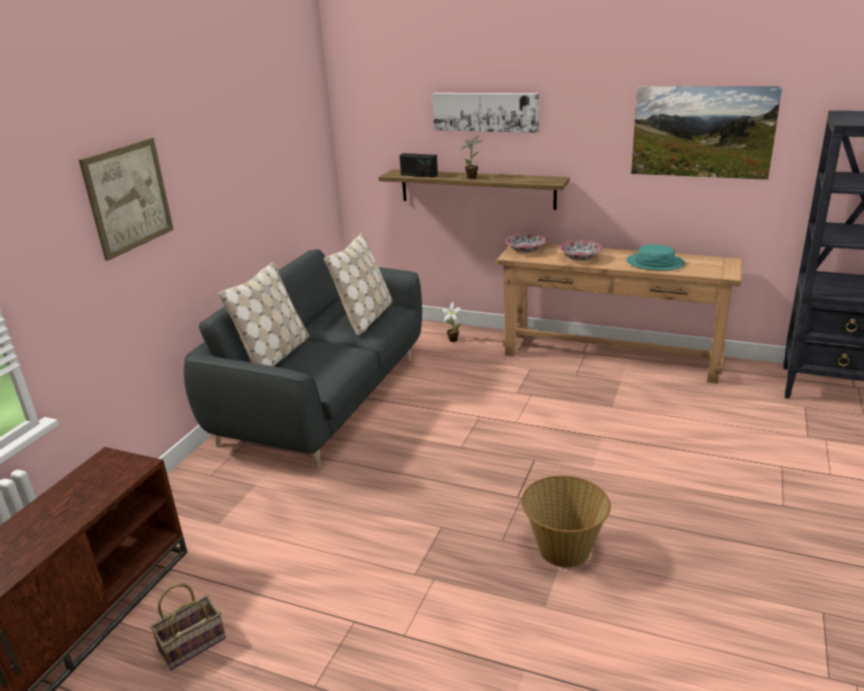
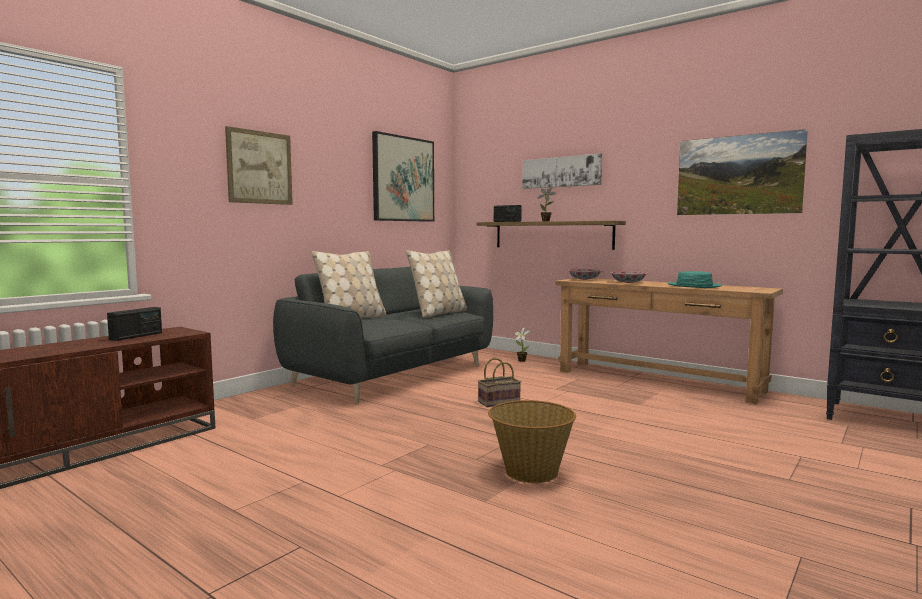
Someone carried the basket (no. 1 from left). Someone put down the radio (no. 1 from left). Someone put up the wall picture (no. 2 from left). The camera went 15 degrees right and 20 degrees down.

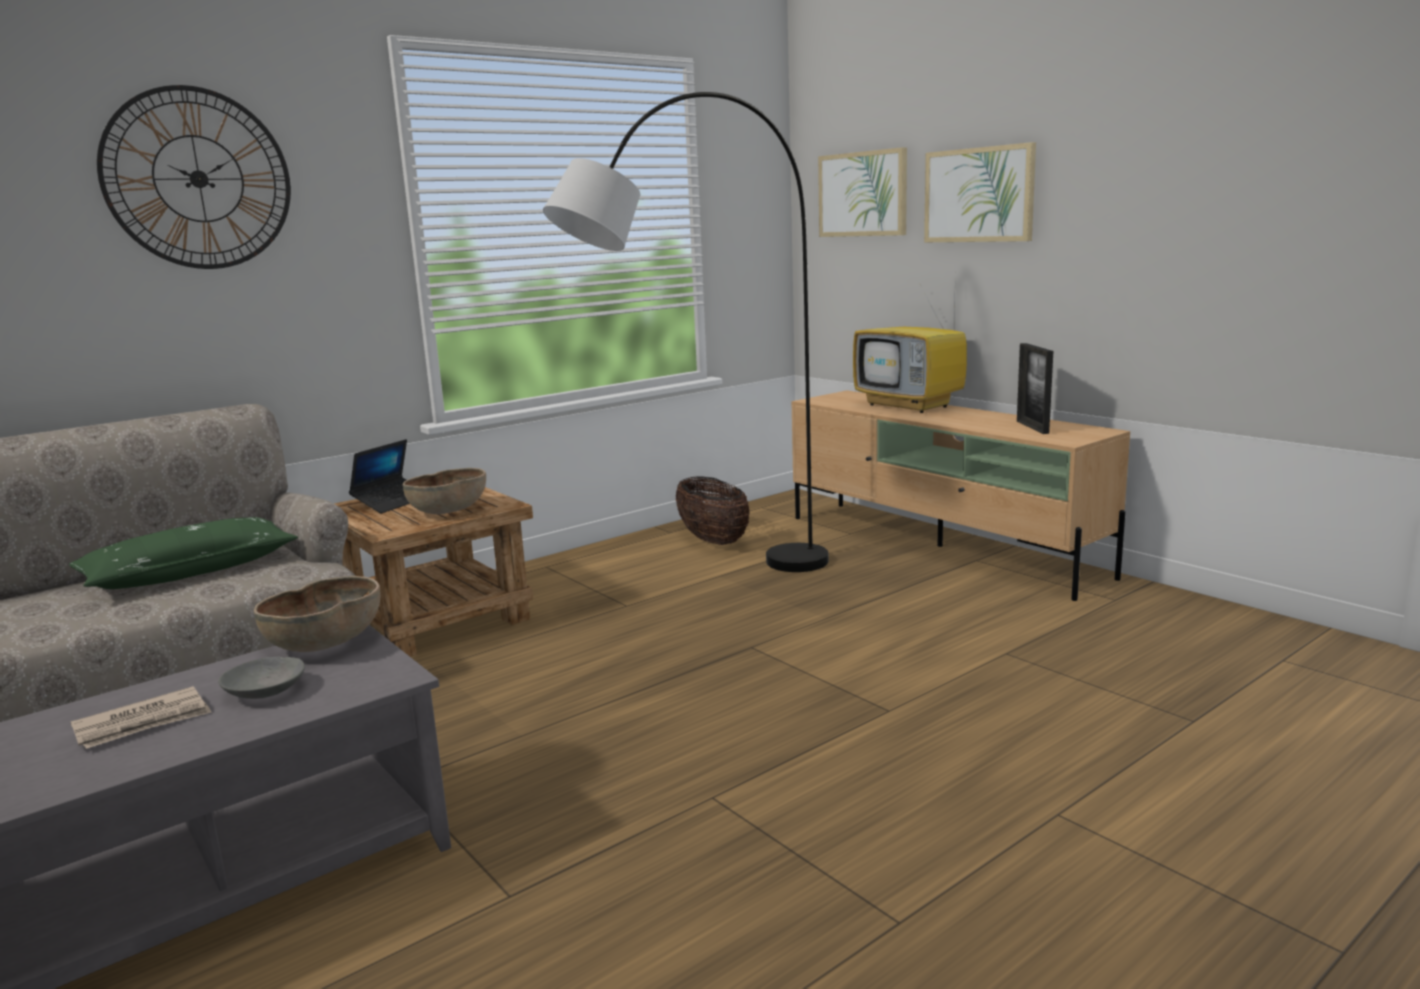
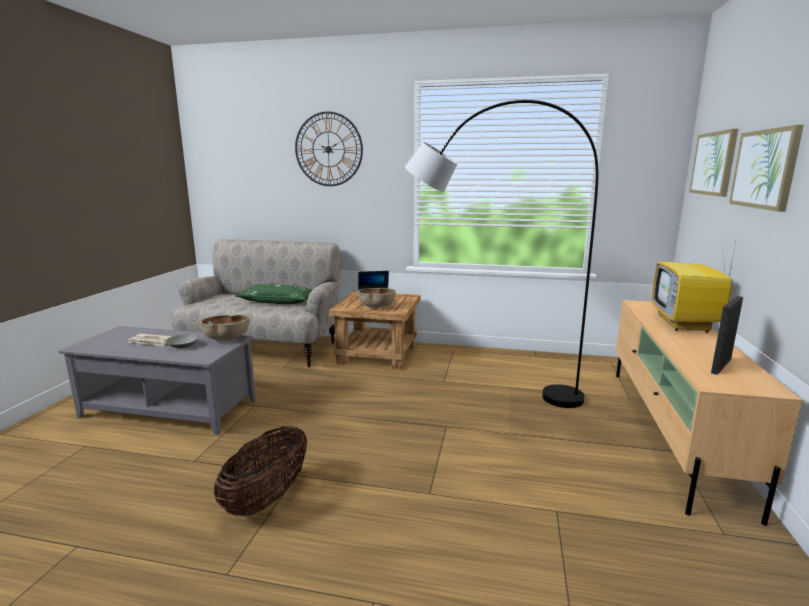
Someone carried the basket. The camera went 50 degrees right and 0 degrees up.

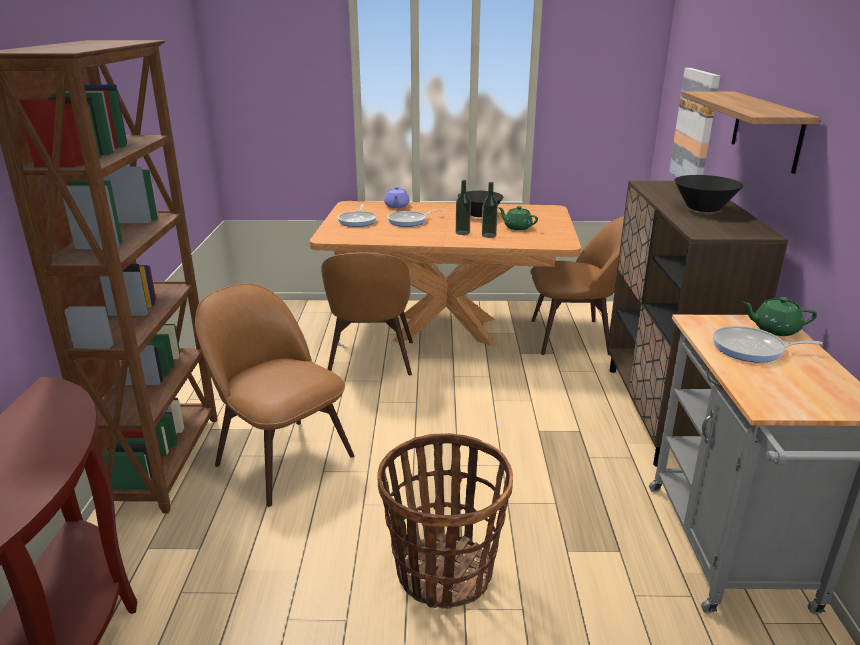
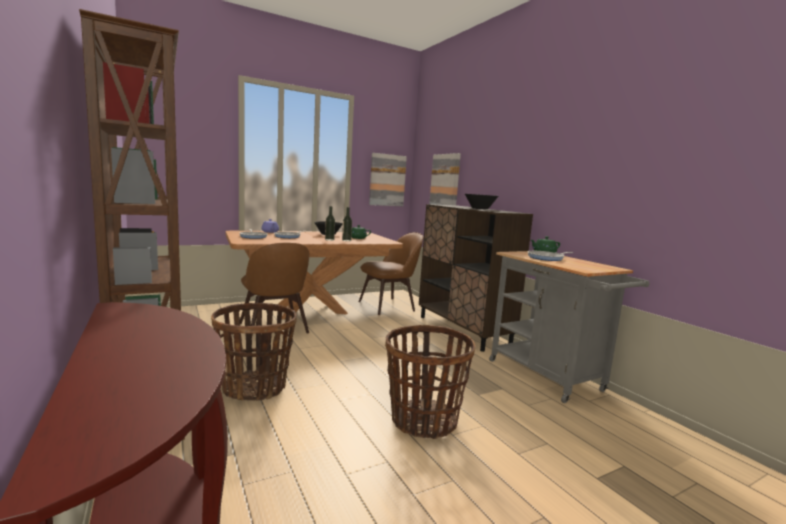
Someone swapped the brown chair (no. 1 from left) for the basket (no. 1 from left). Someone took away the wall shelf. Someone put up the wall picture (no. 1 from left). The camera went 30 degrees left and 15 degrees down.

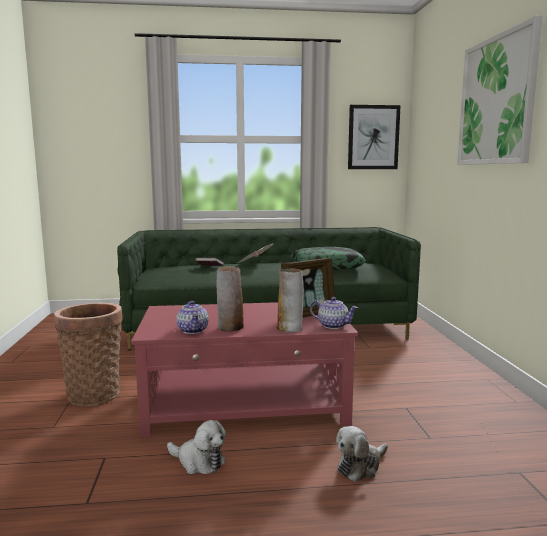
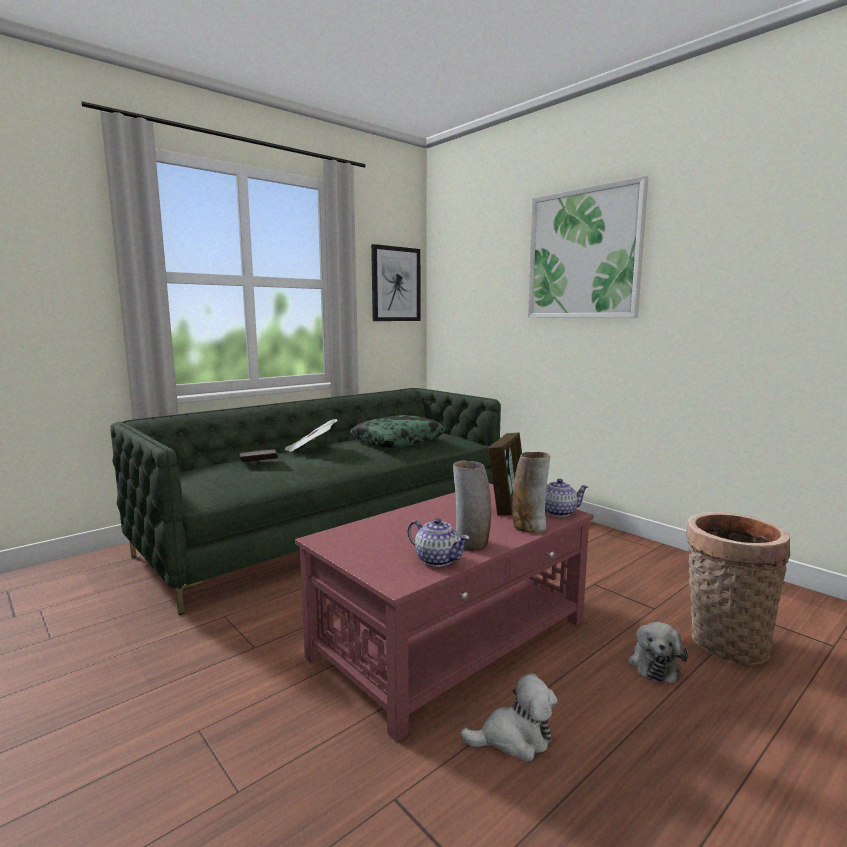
Someone carried the basket. The camera went 35 degrees left and 0 degrees up.

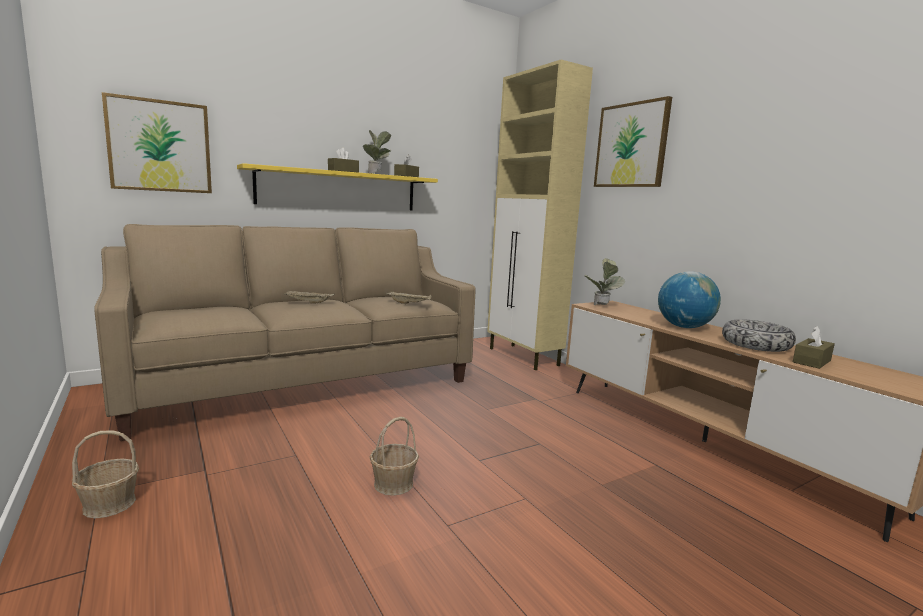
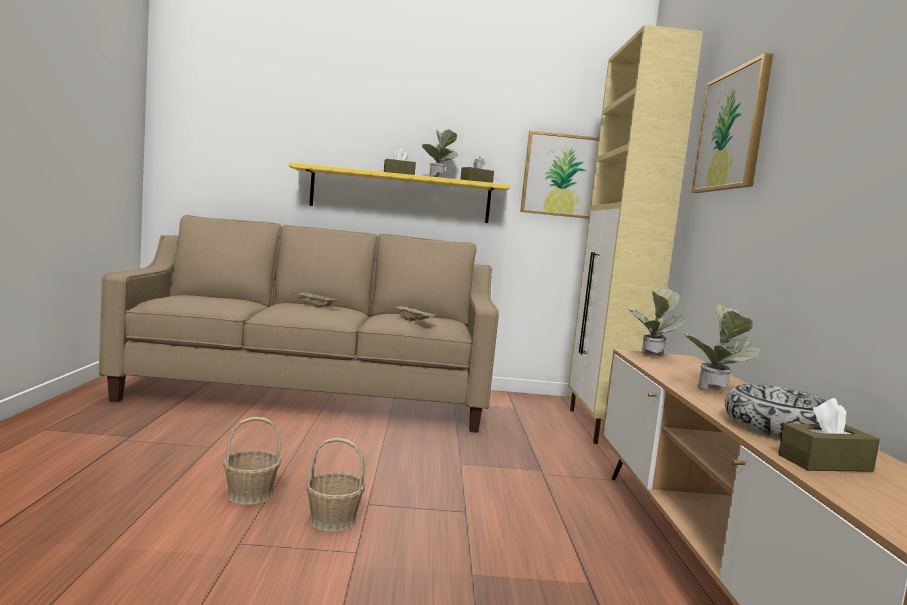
Someone carried the basket (no. 1 from left in the first image). Someone carried the wall picture (no. 1 from left). Someone swapped the desk globe for the houseplant (no. 3 from left). The camera went 30 degrees right and 5 degrees down.

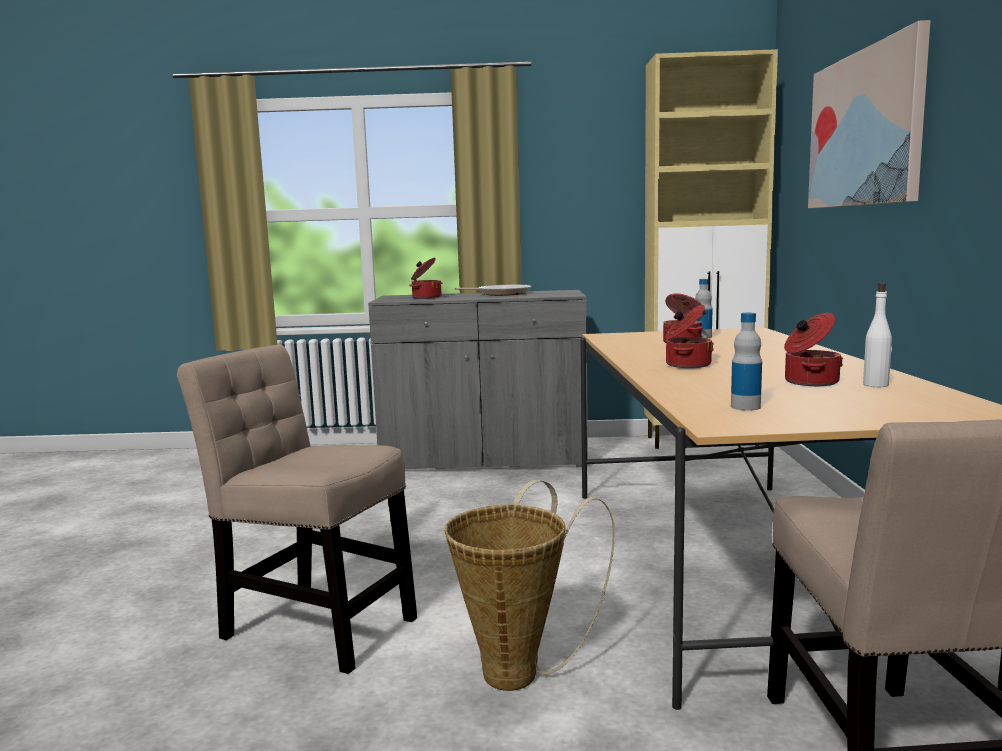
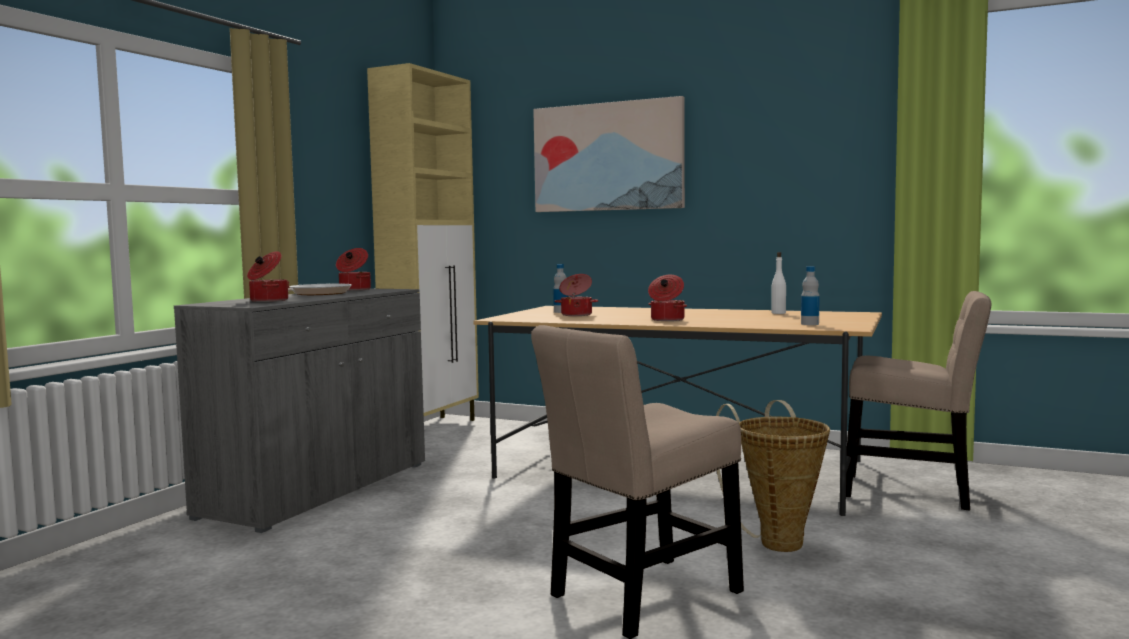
Someone carried the saucepot (no. 4 from left in the first image). The camera went 65 degrees left and 5 degrees down.

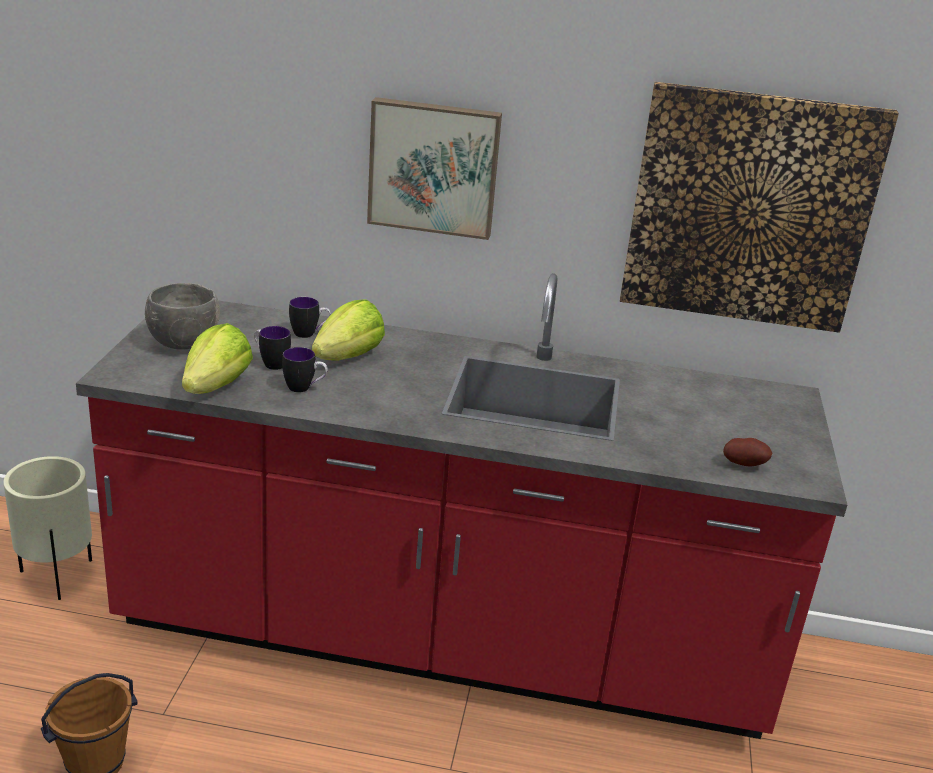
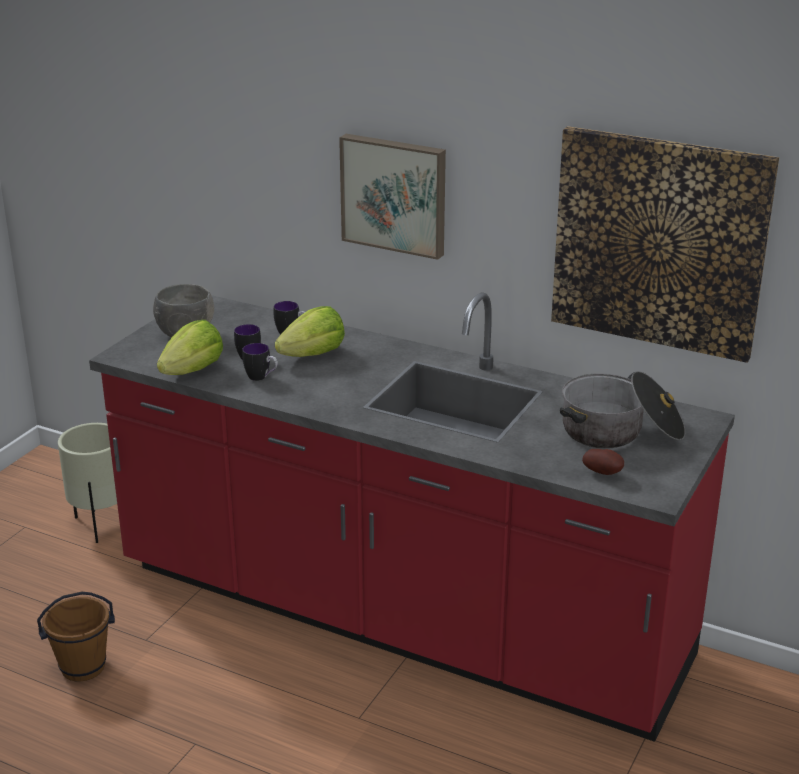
Someone put down the saucepot. The camera went 20 degrees right and 0 degrees up.

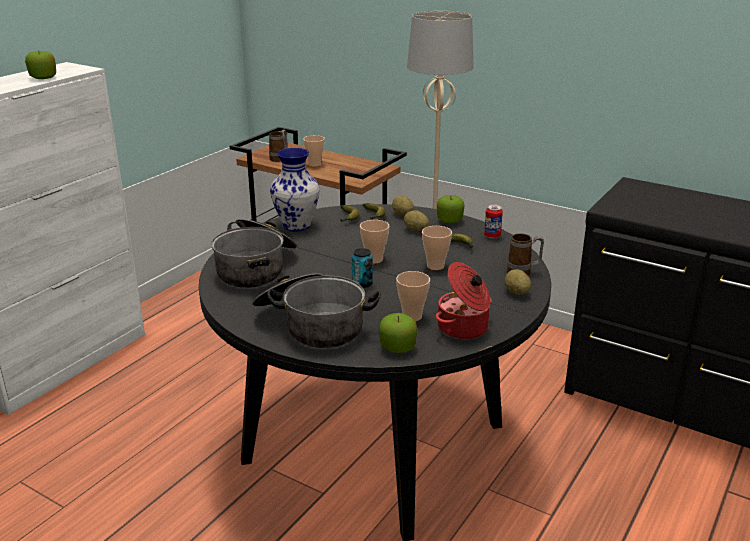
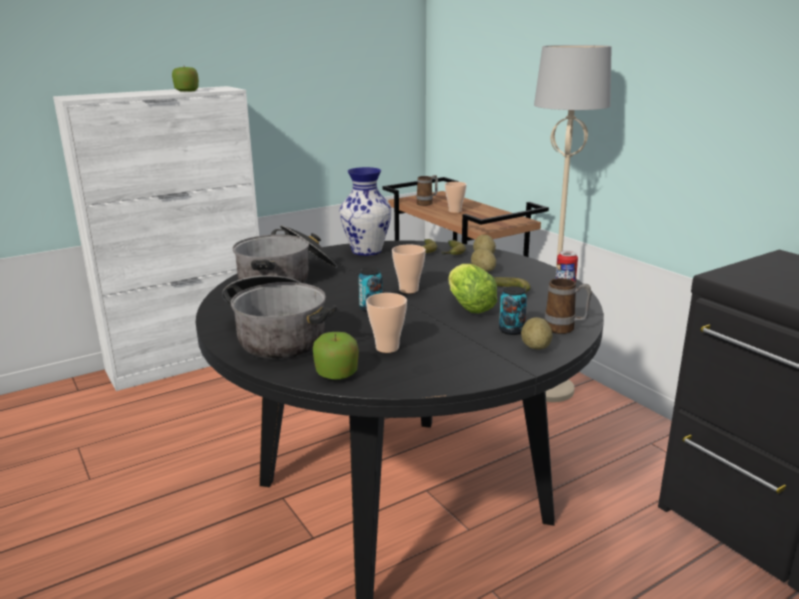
Someone swapped the cup (no. 4 from left) for the lettuce head. Someone took away the saucepot (no. 3 from left). Someone took away the whole apple (no. 3 from left). Someone put down the sealed can (no. 2 from left). The camera went 25 degrees right and 5 degrees down.

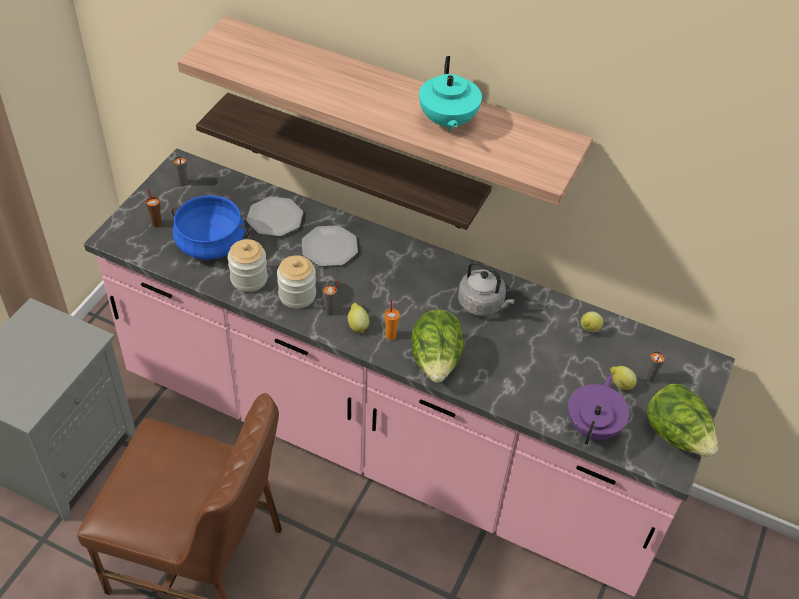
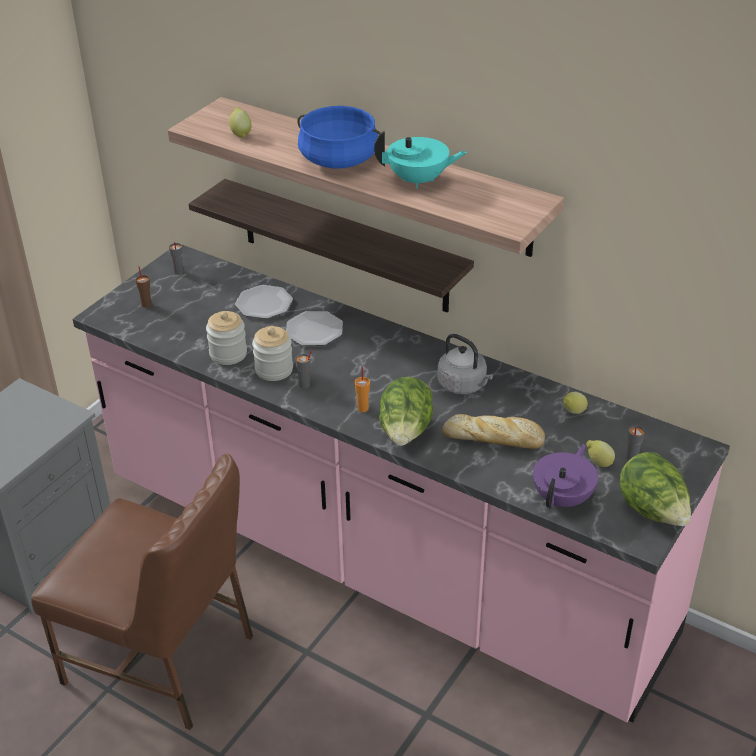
Someone carried the bluish saucepot. Someone carried the lemon (no. 1 from left). Someone rotated the turquoise pot for tea by 90 degrees counterclockwise. Someone put down the bread. The camera went 10 degrees right and 10 degrees down.

